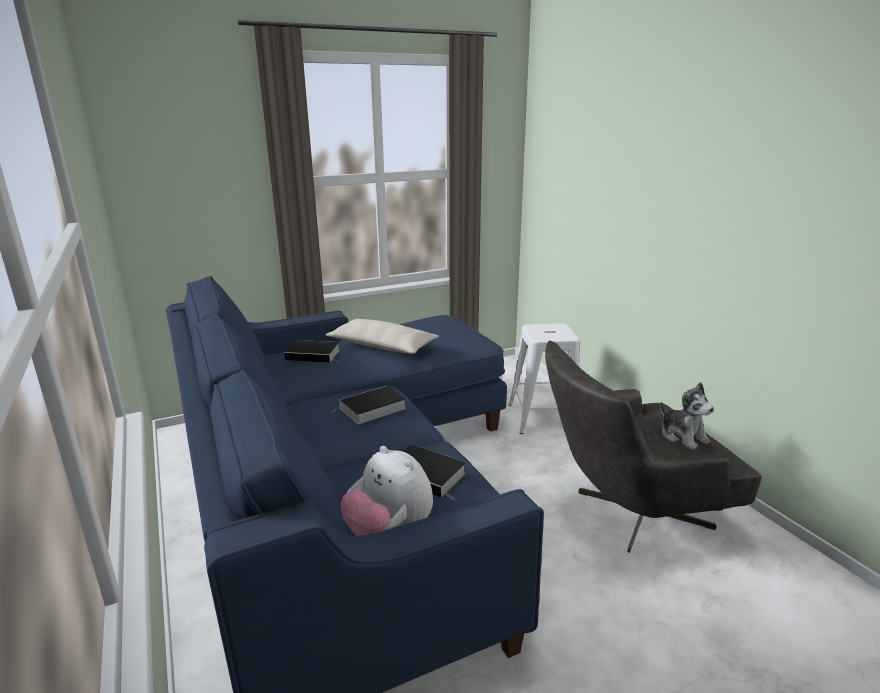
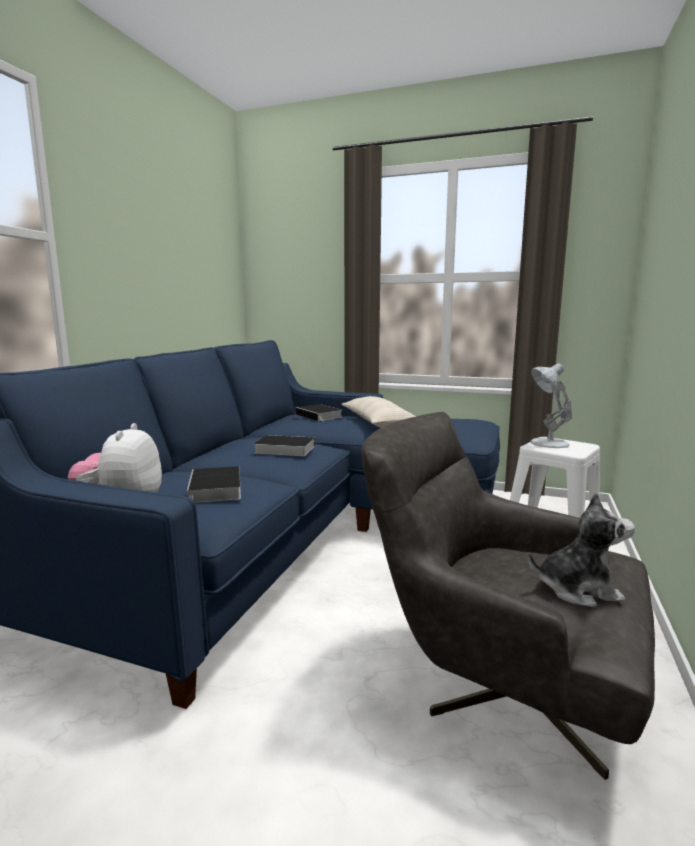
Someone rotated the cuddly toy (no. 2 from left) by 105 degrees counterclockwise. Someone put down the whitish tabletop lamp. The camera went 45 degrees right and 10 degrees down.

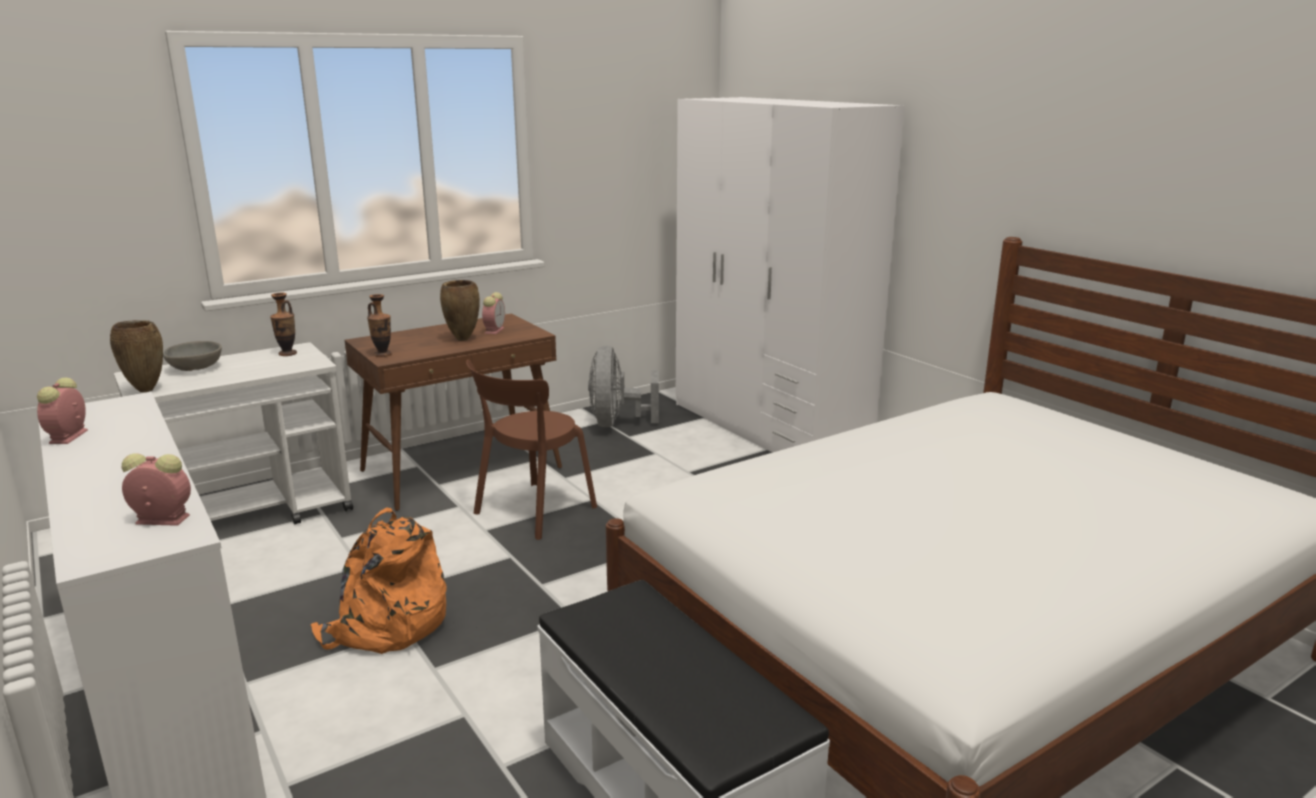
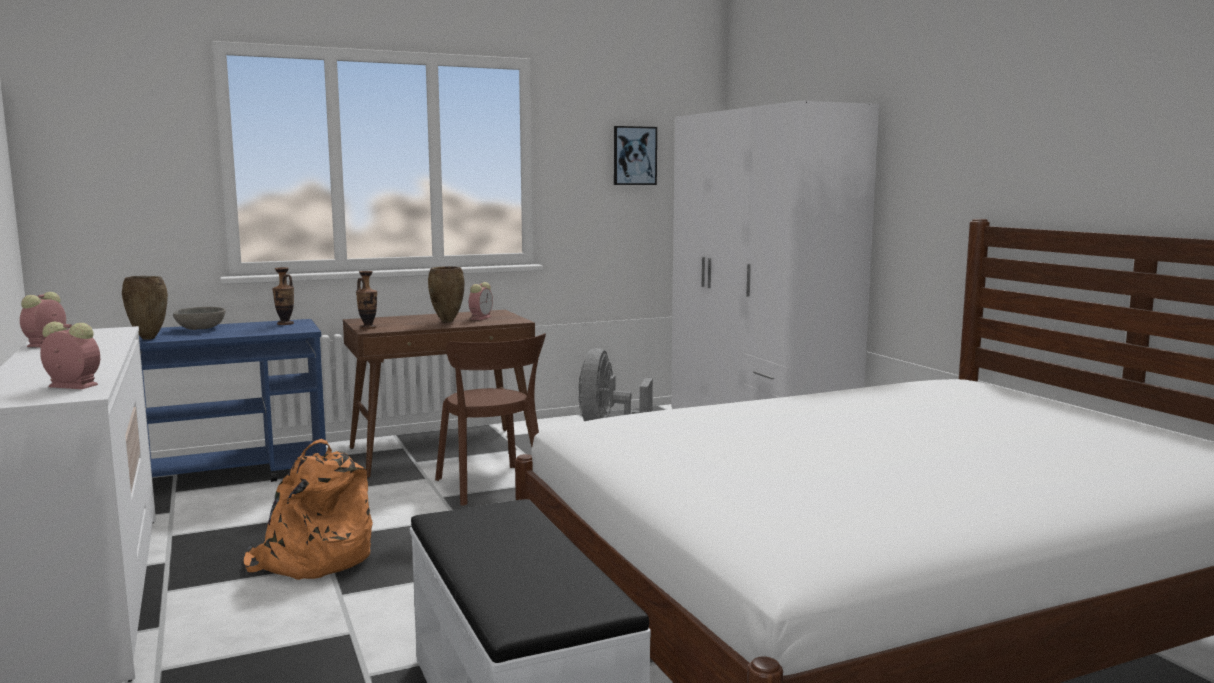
Someone repainted the whitish wheeled cart, which became the bluish wheeled cart. Someone rotated the brown chair by 75 degrees counterclockwise. Someone put up the wall picture. The camera went 10 degrees right and 10 degrees down.

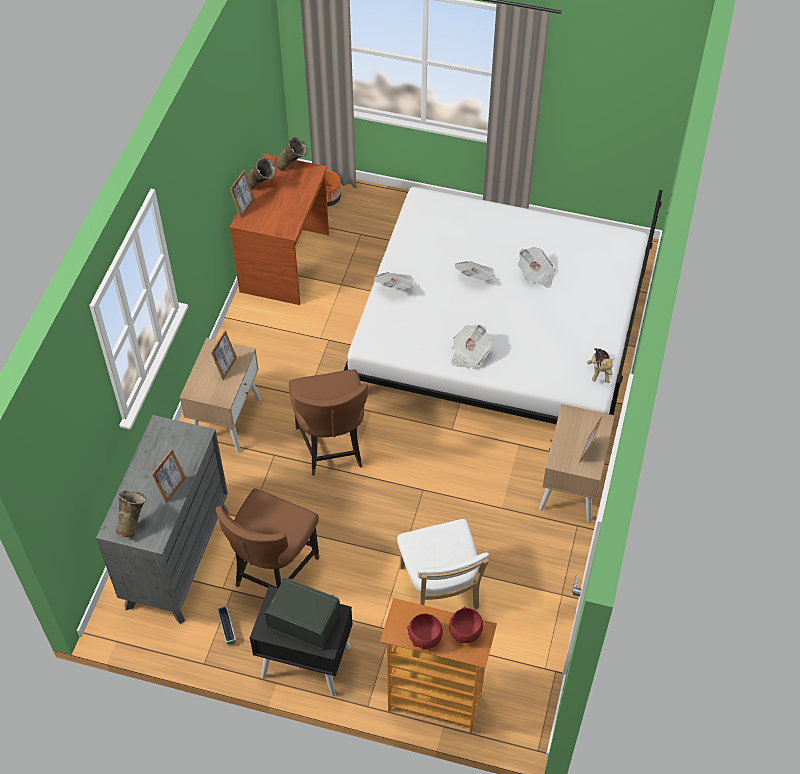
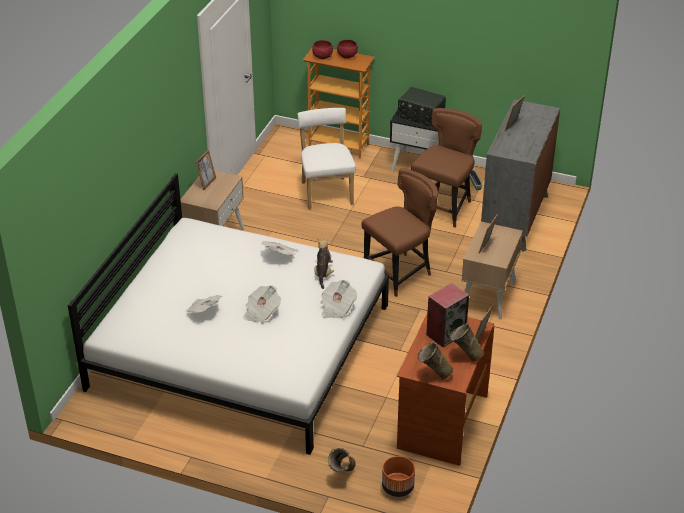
Someone carried the beige flower vase (no. 1 from left). Someone rotated the brown chair (no. 2 from left in the first image) by 60 degrees clockwise. Someone carried the cuddly toy. Someone put down the audio speaker. The camera went 175 degrees left and 15 degrees down.

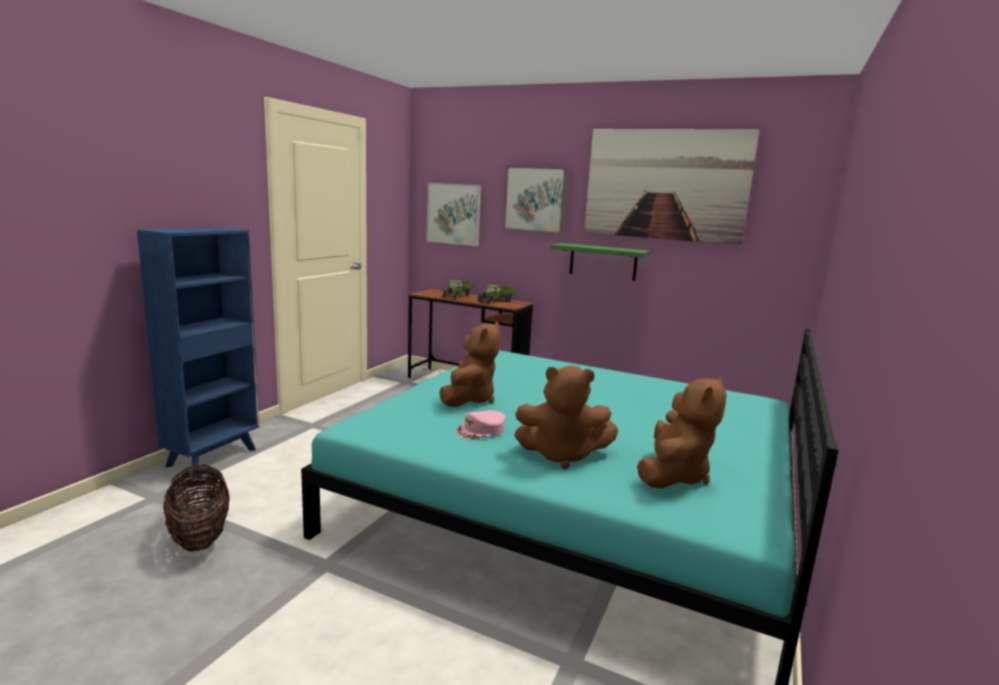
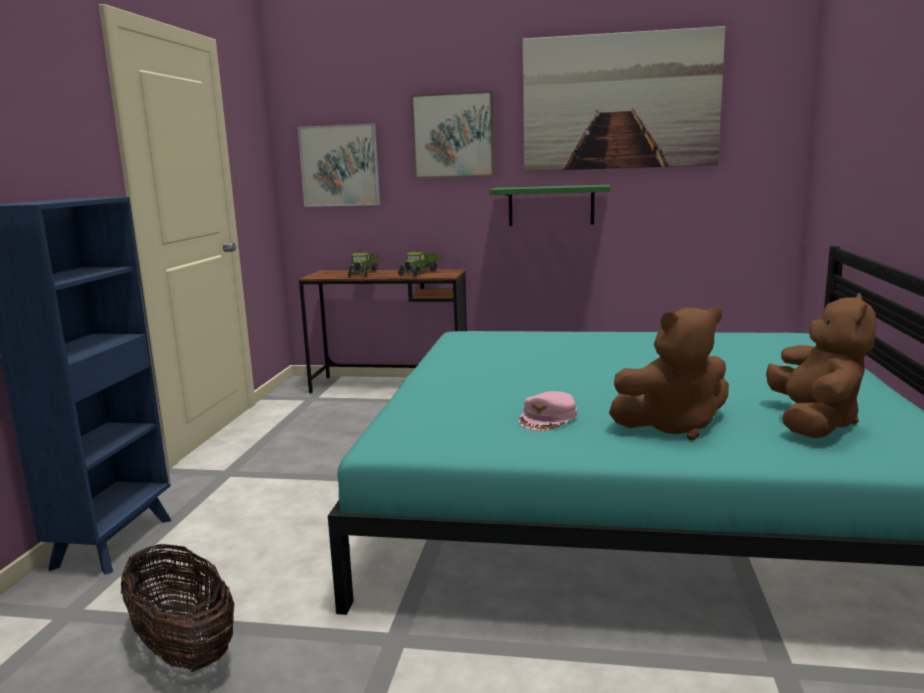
Someone took away the brown cuddly toy (no. 1 from left). The camera went 15 degrees left and 0 degrees up.

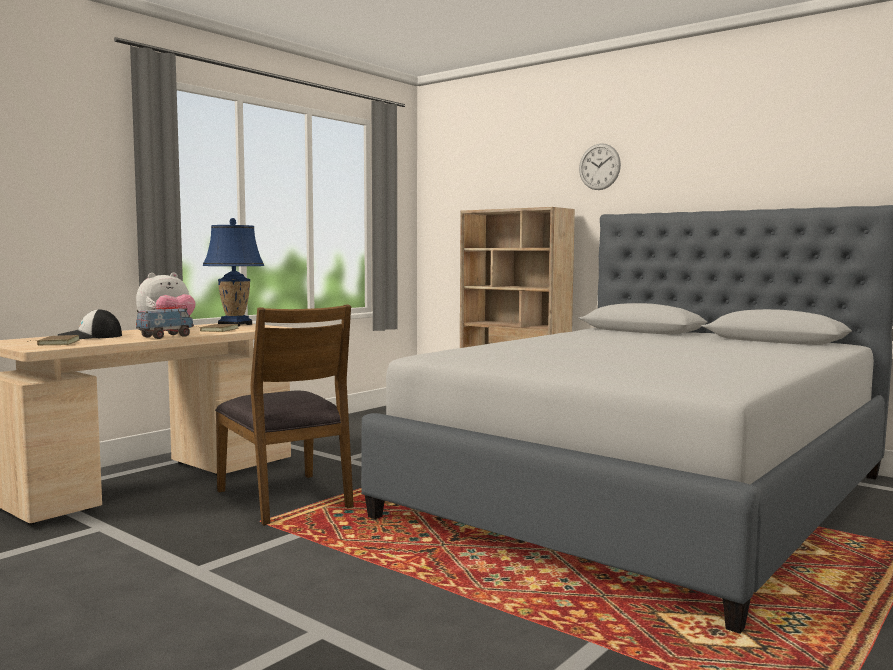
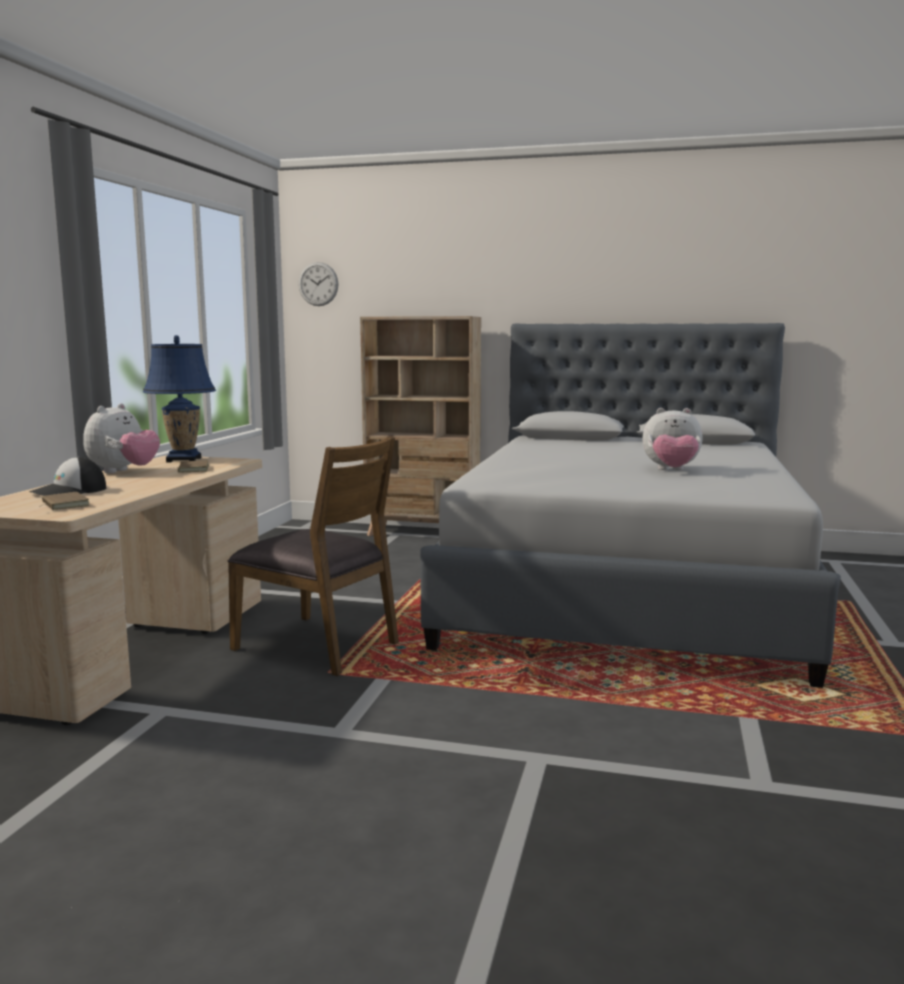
Someone took away the toy truck. Someone carried the hanging clock. Someone put down the cuddly toy (no. 2 from left). The camera went 25 degrees left and 5 degrees up.

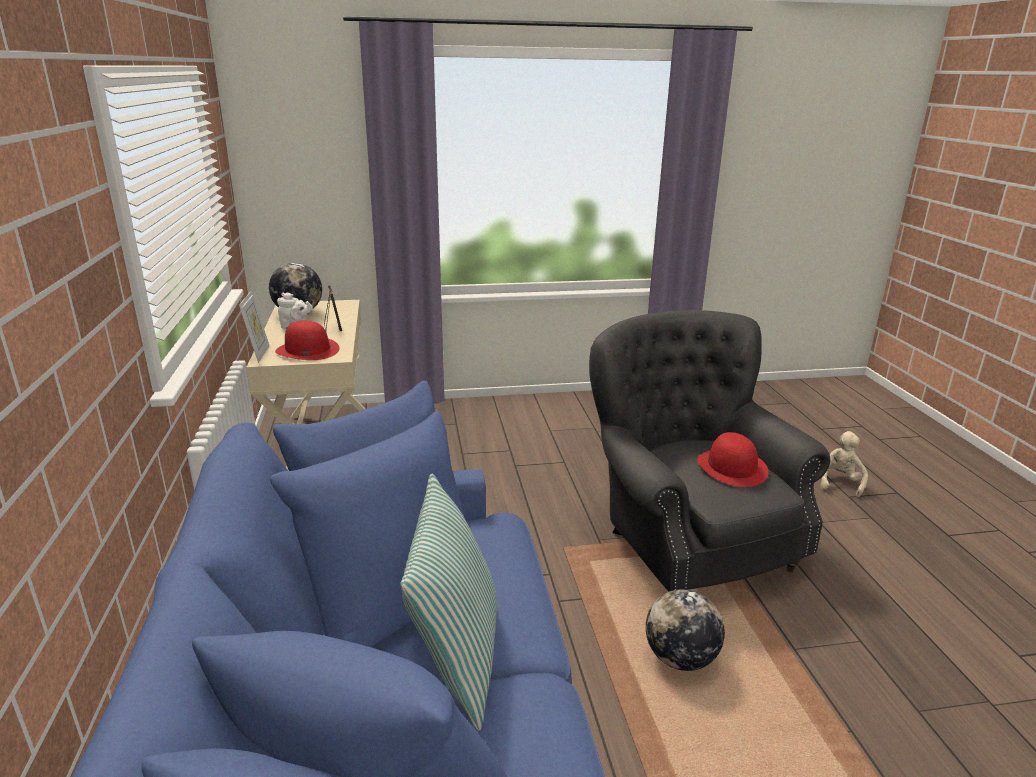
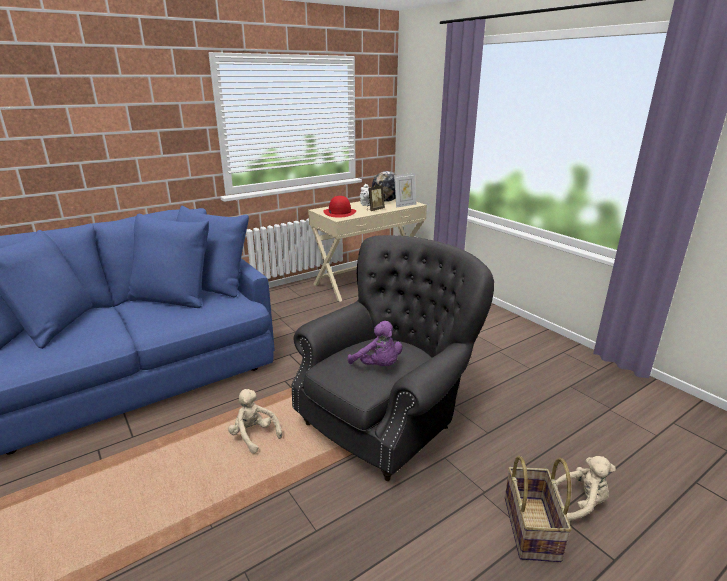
Someone carried the photo frame (no. 1 from left in the first image). Someone took away the pillow. Someone swapped the desk globe (no. 2 from left) for the beige cuddly toy (no. 1 from left). Someone swapped the red wearable hat (no. 2 from left) for the purple-coloured cuddly toy. Someone put down the basket. The camera went 65 degrees right and 0 degrees up.

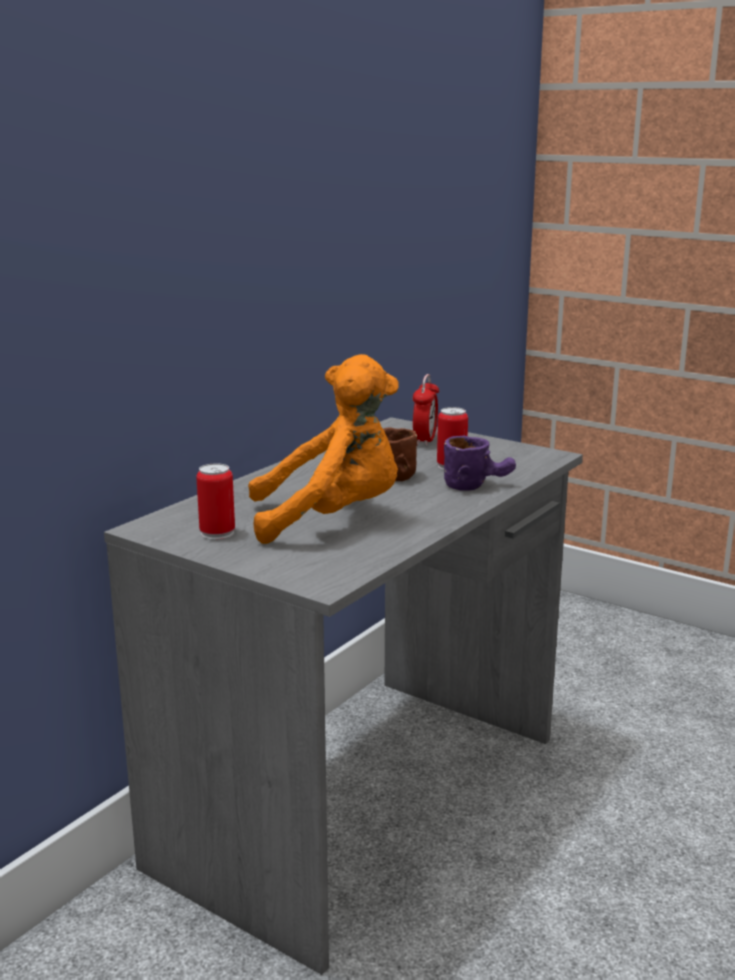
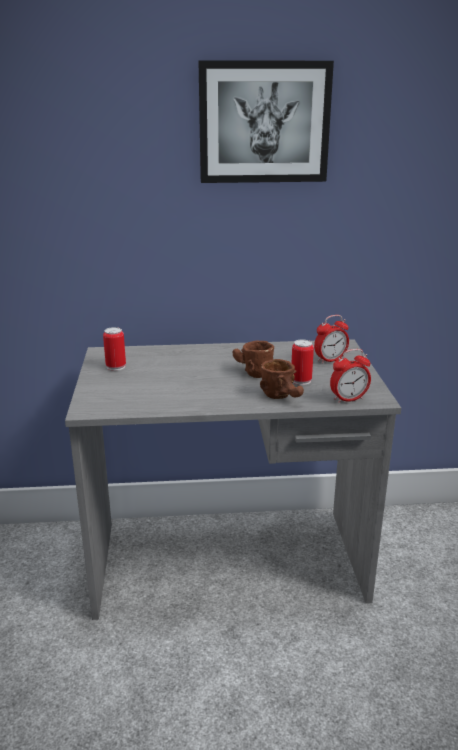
Someone took away the orange cuddly toy. Someone repainted the purple-coloured mug, which became the brown mug (no. 2 from left). Someone put up the wall picture. Someone put down the table clock (no. 2 from left). The camera went 50 degrees right and 5 degrees up.

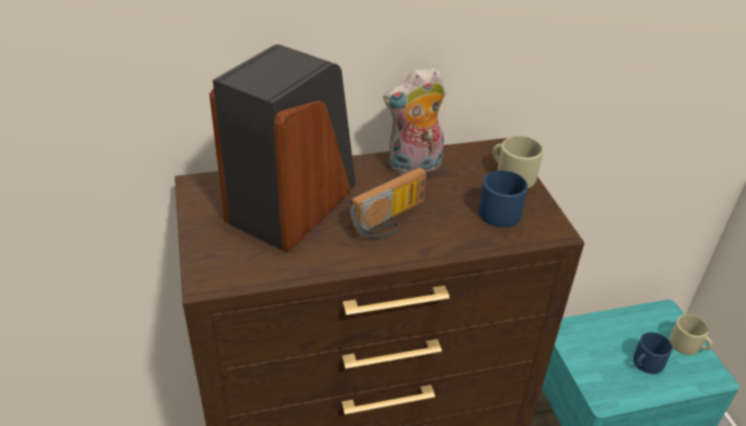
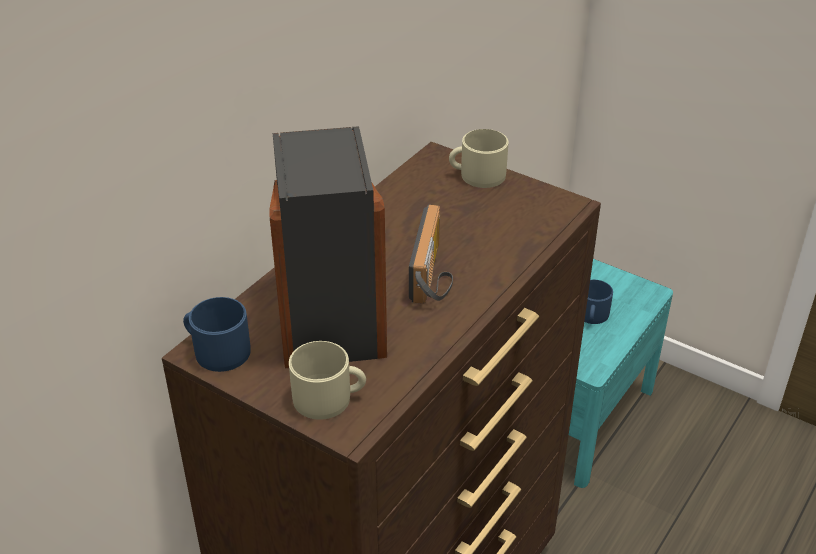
Someone took away the cuddly toy. Someone carried the bluish mug (no. 1 from left). Someone carried the beige mug (no. 2 from left in the first image). The camera went 40 degrees left and 0 degrees up.

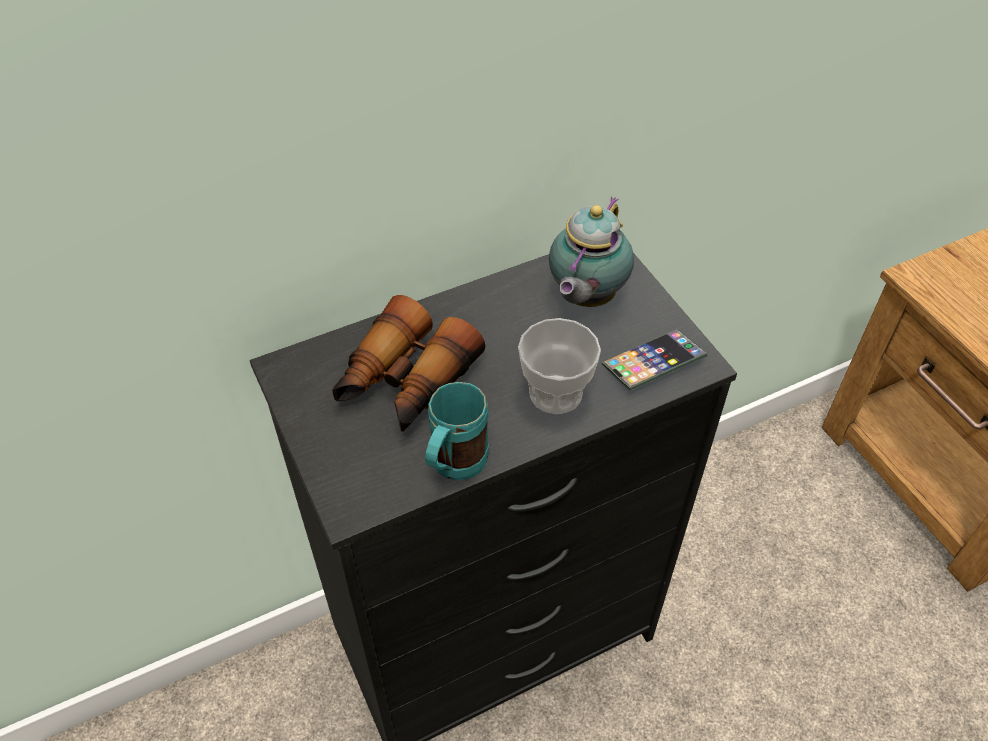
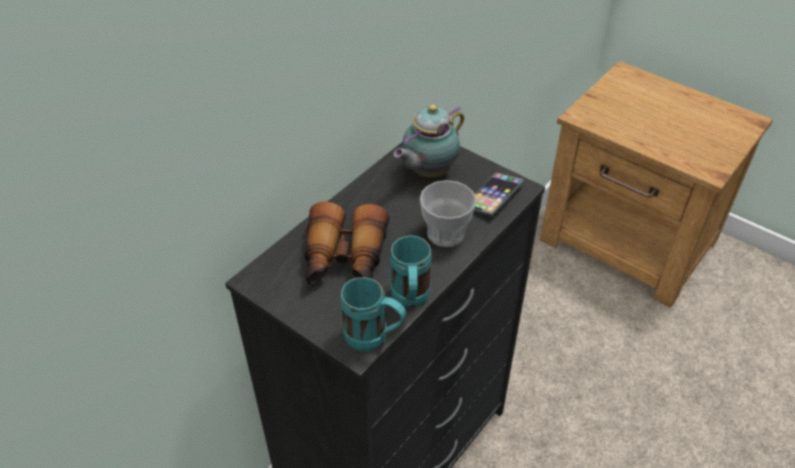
Someone rotated the pot for tea by 45 degrees clockwise. Someone put down the turquoise mug (no. 1 from left). The camera went 25 degrees left and 5 degrees down.

